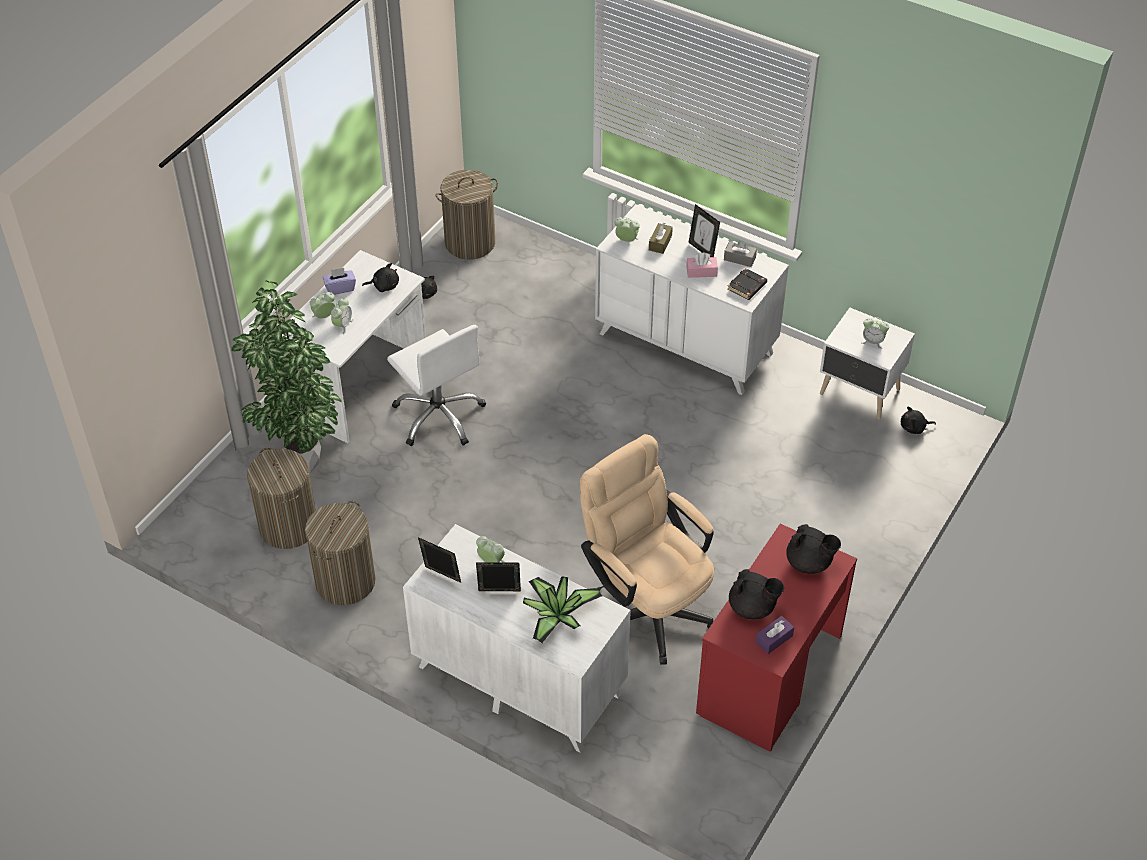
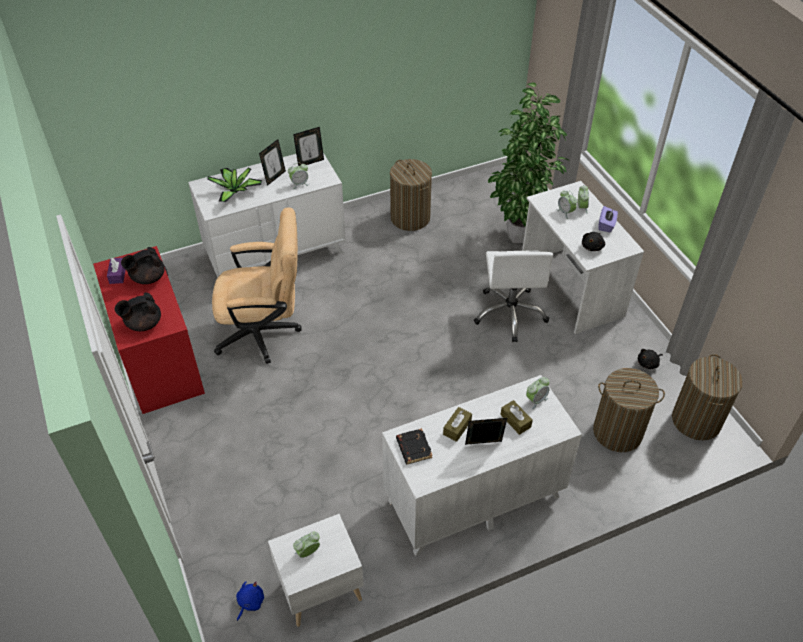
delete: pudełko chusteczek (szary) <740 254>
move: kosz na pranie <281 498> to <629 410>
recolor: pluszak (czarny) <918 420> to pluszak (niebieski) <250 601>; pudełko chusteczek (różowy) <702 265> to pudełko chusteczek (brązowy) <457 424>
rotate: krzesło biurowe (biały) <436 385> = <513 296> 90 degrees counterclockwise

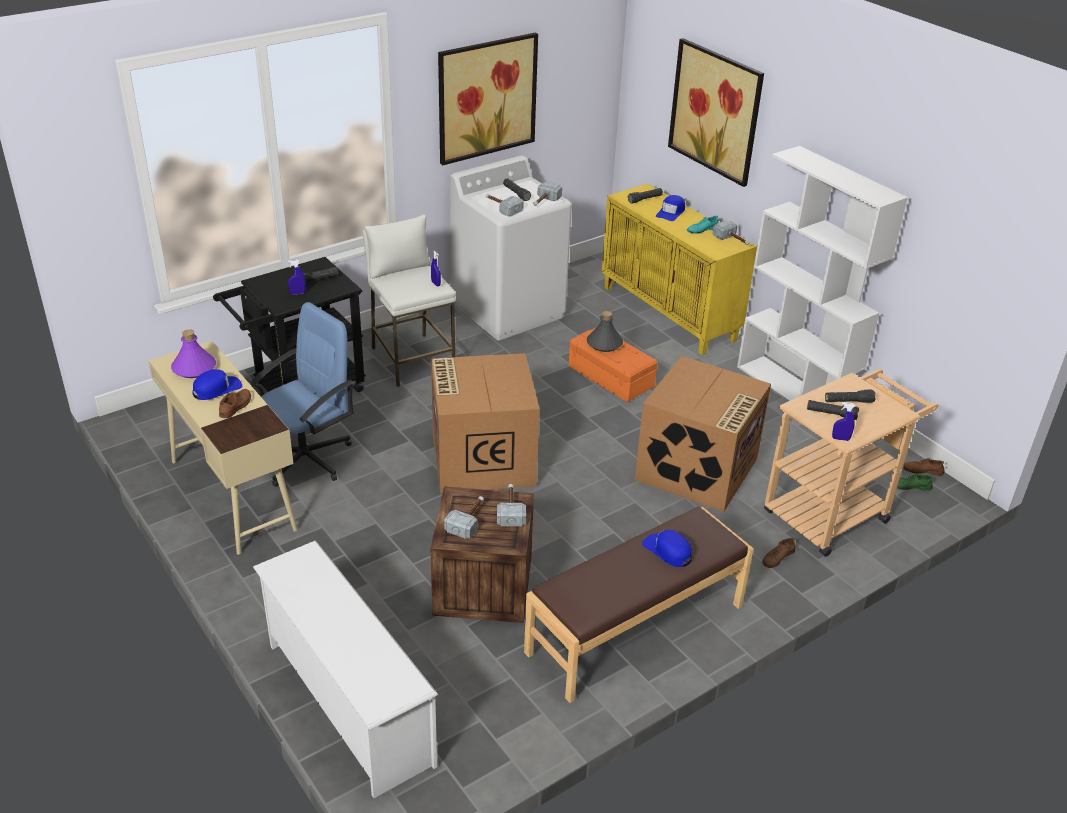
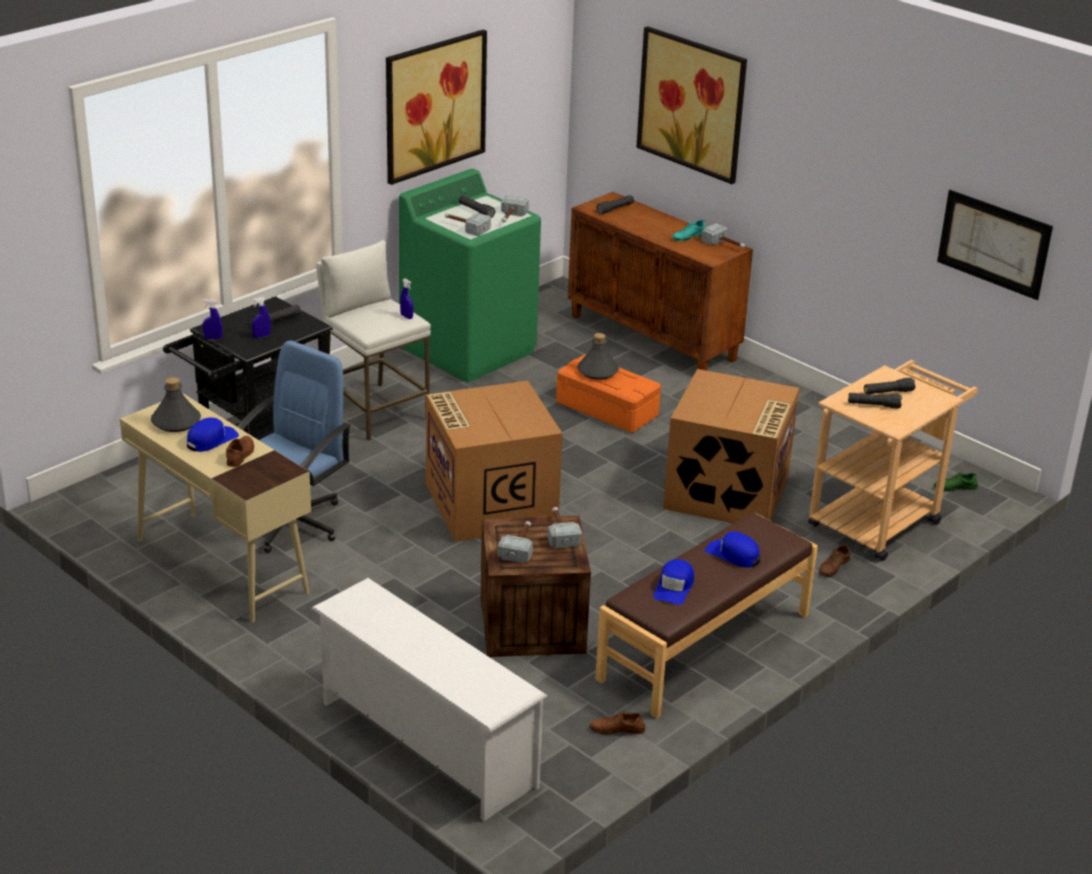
delete: regał (biały) <822 273>
insert: obraz <995 245>
move: spryskiwacz (niebieski) <843 421> to <212 319>; but (brązowy) <924 467> to <617 722>; czapka z daszkiem (niebieski) <670 208> to <673 582>
recolor: butelka (fioletowy) <193 353> to butelka (szary) <176 404>; pralka (biały) <511 247> to pralka (zielony) <470 275>; szafka (żółty) <679 269> to szafka (brązowy) <660 281>

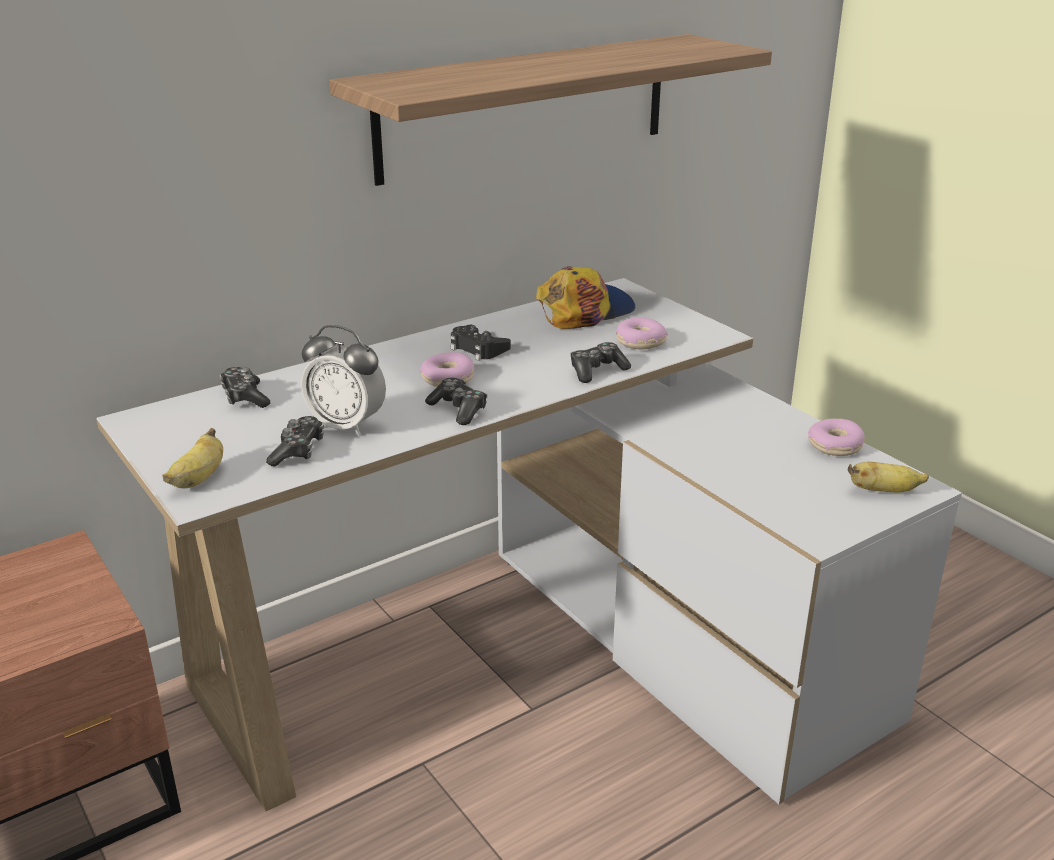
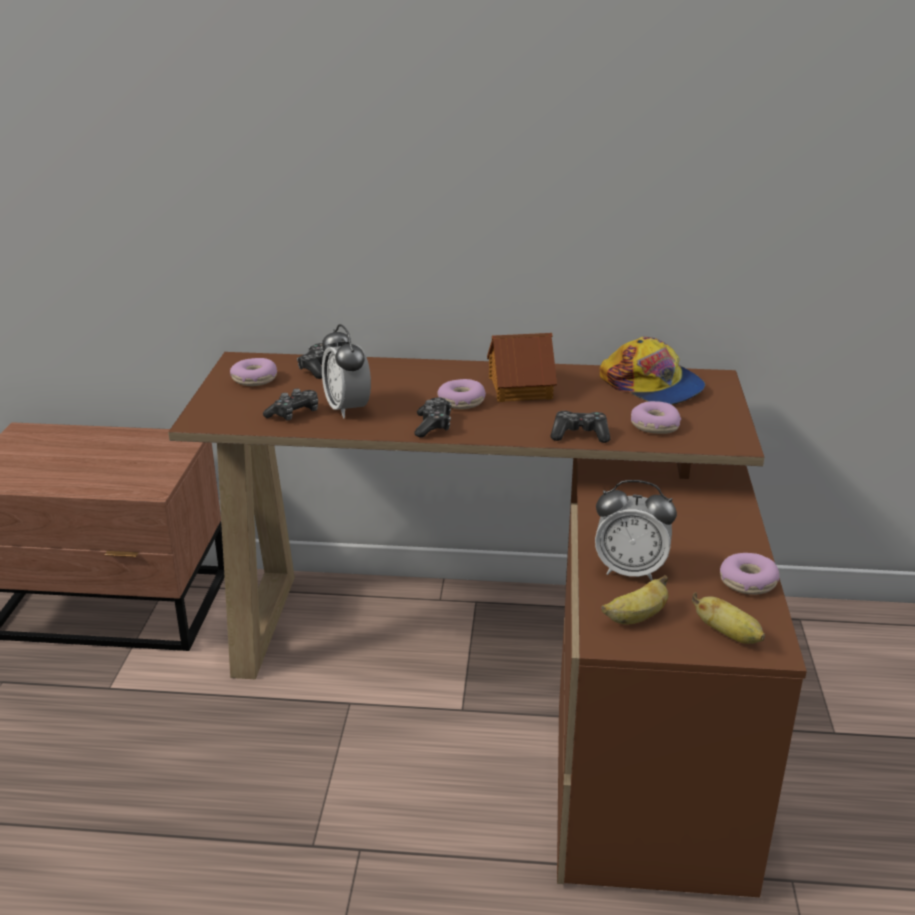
delete: półka <551 110>
insert: donut <253 372>; budzik <636 530>
move: banan <192 458> to <635 599>
replace: pad do gier (czarny) <480 343> to domek <522 367>
recolor: biurko (biały) <529 545> to biurko (brązowy) <487 624>
rotate: czapka z daszkiem <586 297> = <652 371> 45 degrees clockwise

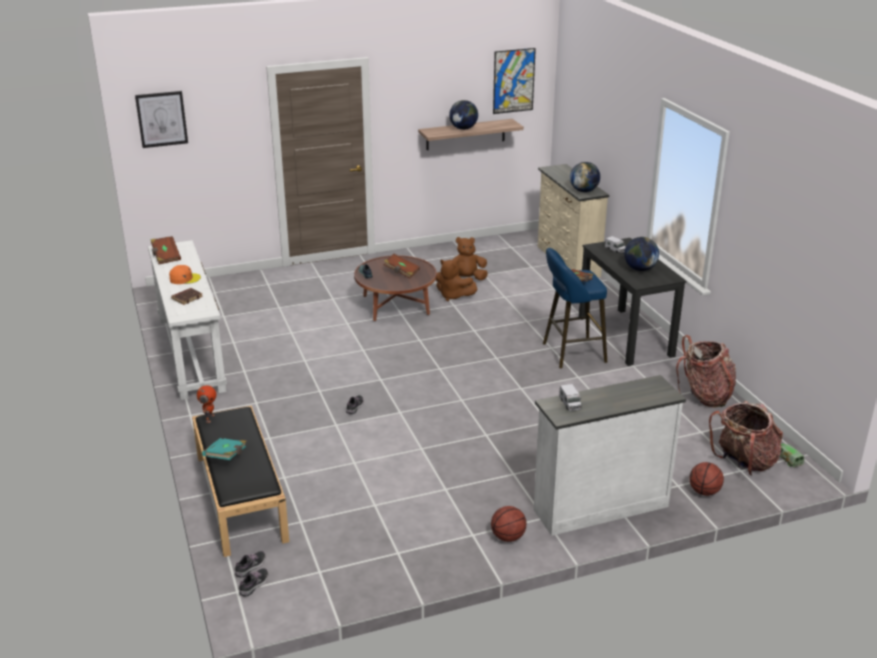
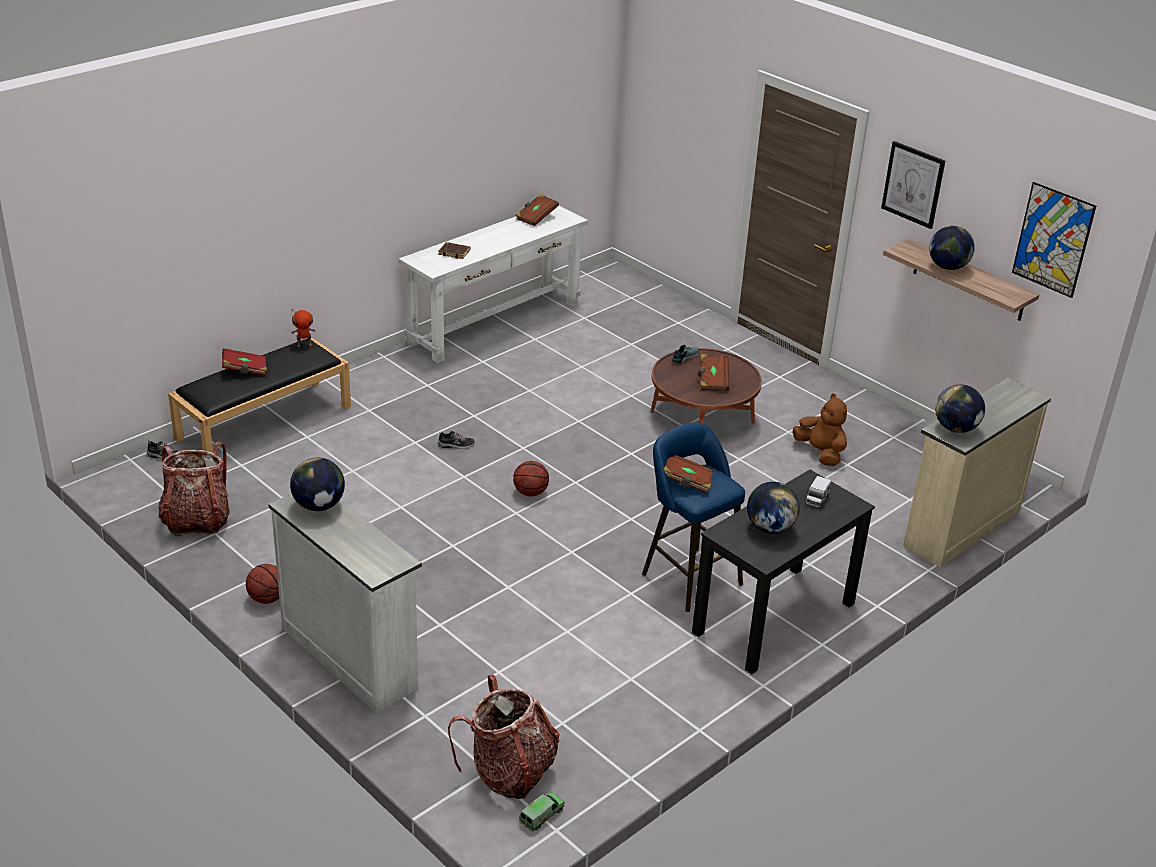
delete: czapka z daszkiem (pomarańczowy) <185 274>; but <253 582>; pluszak (brązowy) <456 280>
move: plecak <706 371> to <194 488>; piłka do koszykówki <706 479> to <531 479>; obraz <161 119> to <913 185>
replace: ciężarówka zabawkowa <570 397> to globus <317 484>
recolor: książka (turkusowy) <224 449> to książka (czerwony) <244 362>

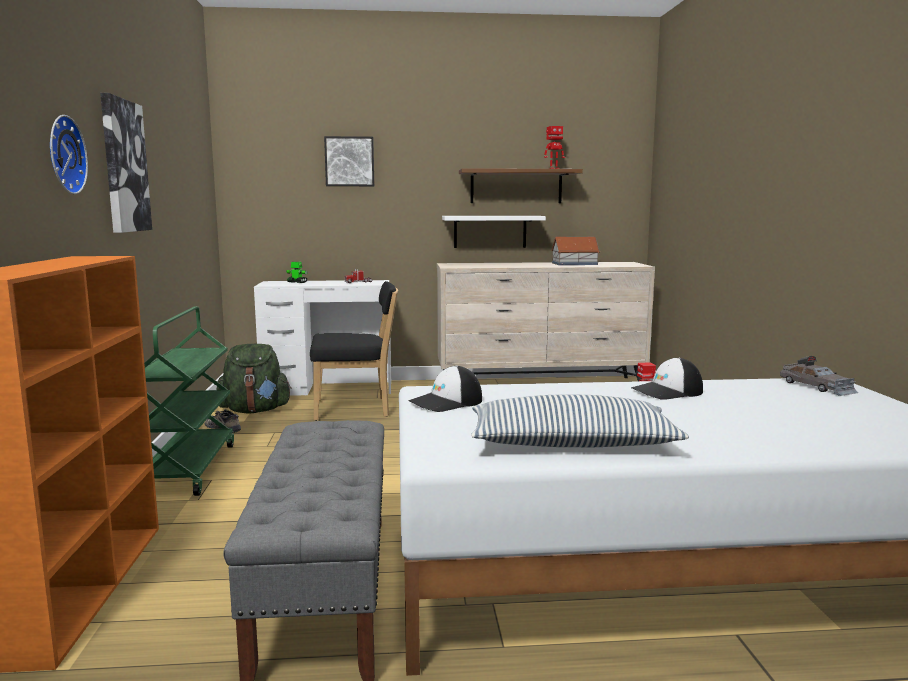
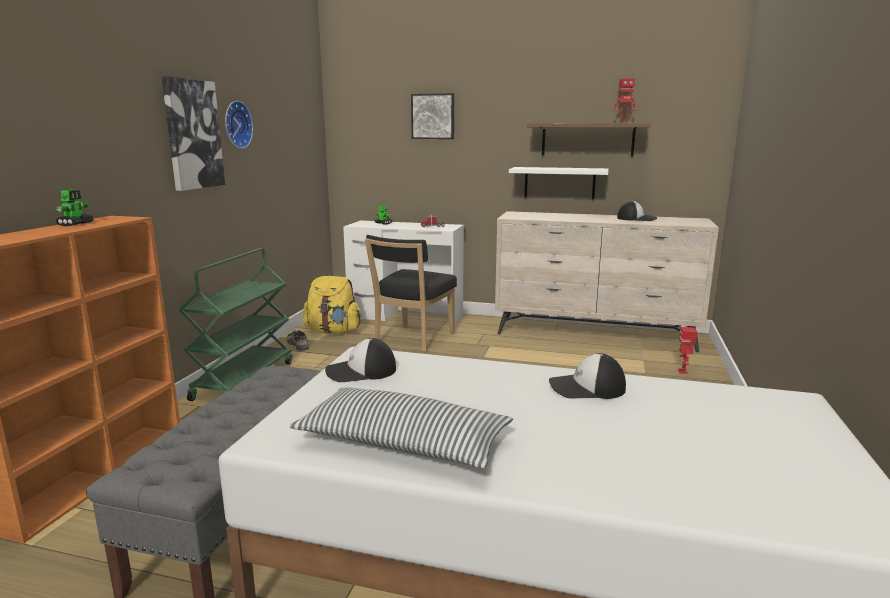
delete: samochodzik (szary) <819 376>
insert: robot zabawkowy <75 208>
move: zegar ścienny <69 154> to <239 125>
replace: domek <575 251> to czapka z daszkiem <637 211>
recolor: plecak (zielony) <254 379> to plecak (żółty) <332 305>
rotate: krzesło (czarny) <354 351> = <411 293> 105 degrees clockwise

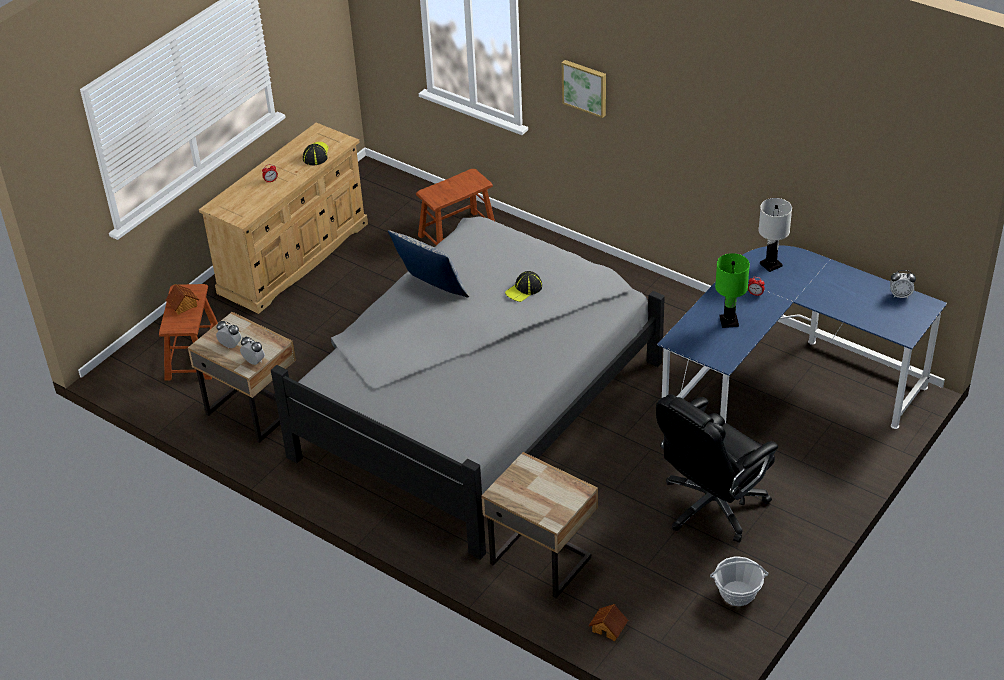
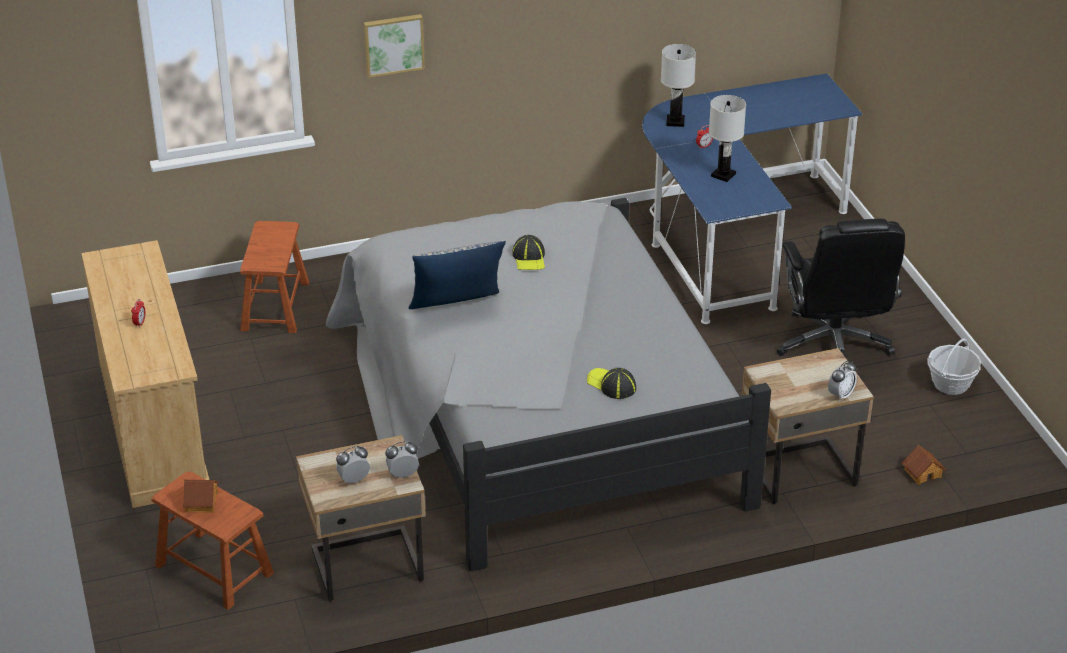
move: czapka z daszkiem <316 153> to <611 383>; budzik <903 284> to <842 381>
recolor: lampa stołowa (zielony) <732 290> to lampa stołowa (biały) <727 138>

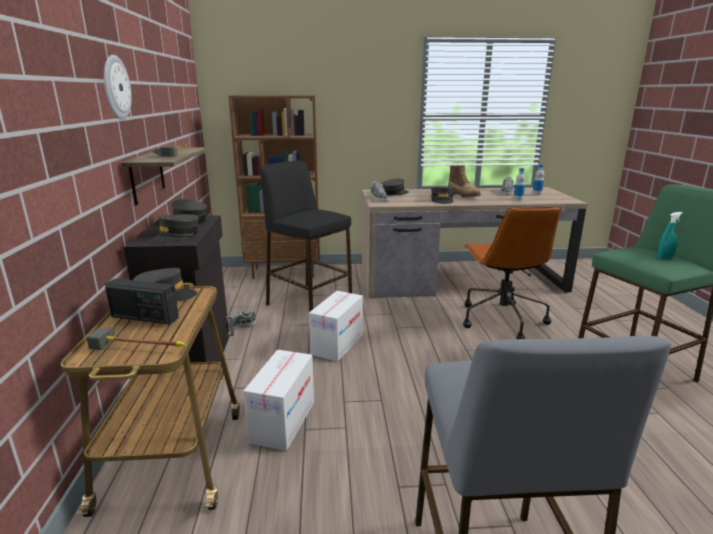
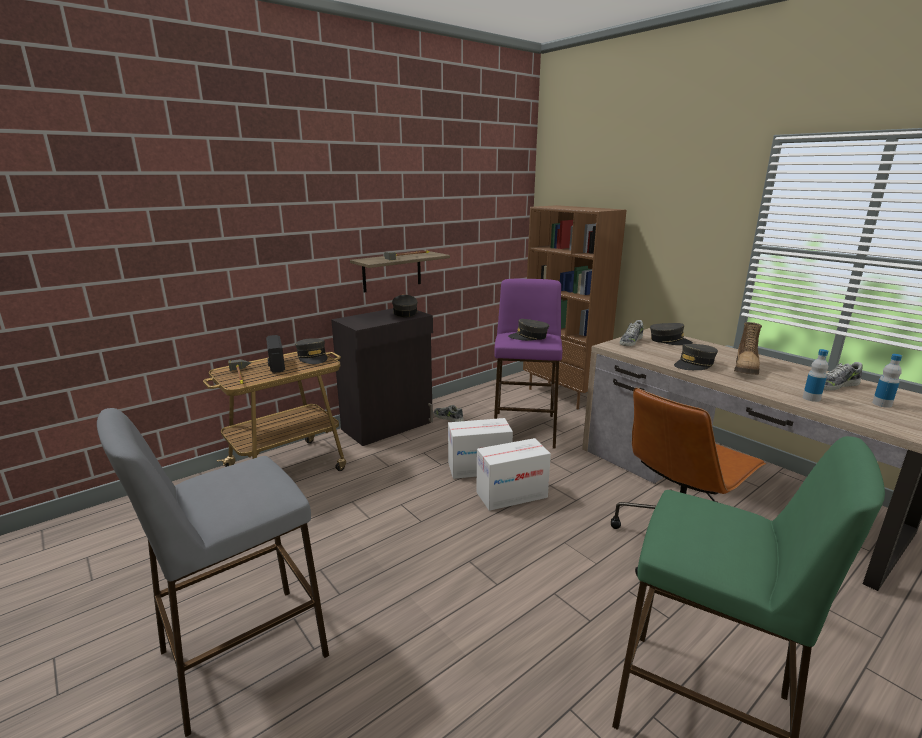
delete: zegar ścienny <118 87>; spryskiwacz (turkusowy) <670 235>
move: karton <278 400> to <513 474>; czapka z daszkiem (szary) <174 228> to <528 330>
recolor: stołek (czarny) <306 236> to stołek (fioletowy) <528 364>

